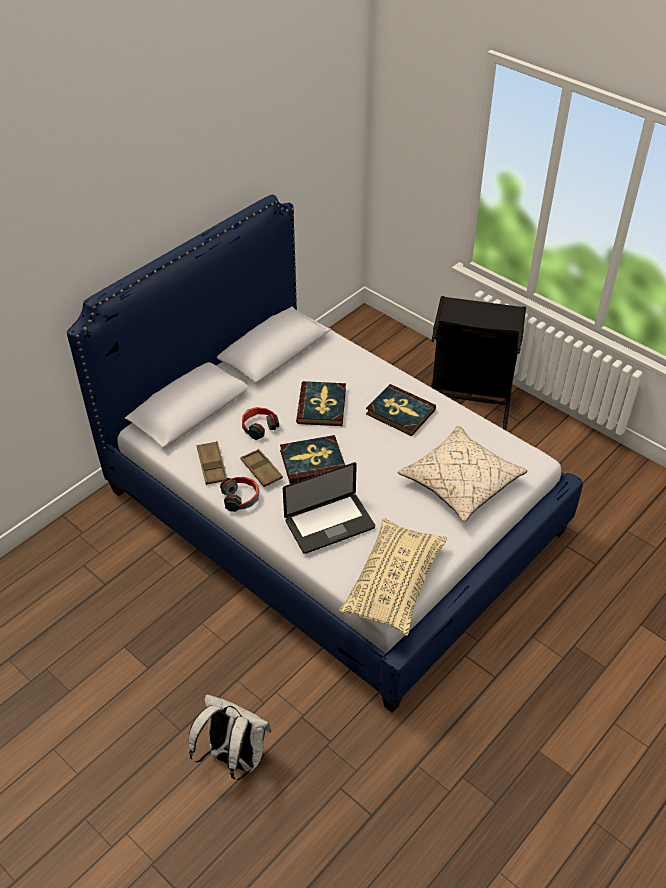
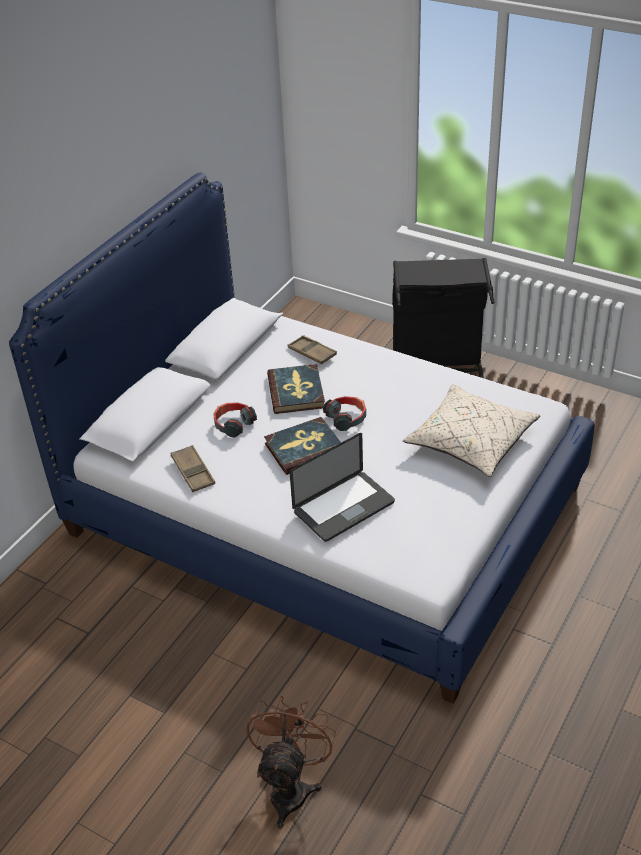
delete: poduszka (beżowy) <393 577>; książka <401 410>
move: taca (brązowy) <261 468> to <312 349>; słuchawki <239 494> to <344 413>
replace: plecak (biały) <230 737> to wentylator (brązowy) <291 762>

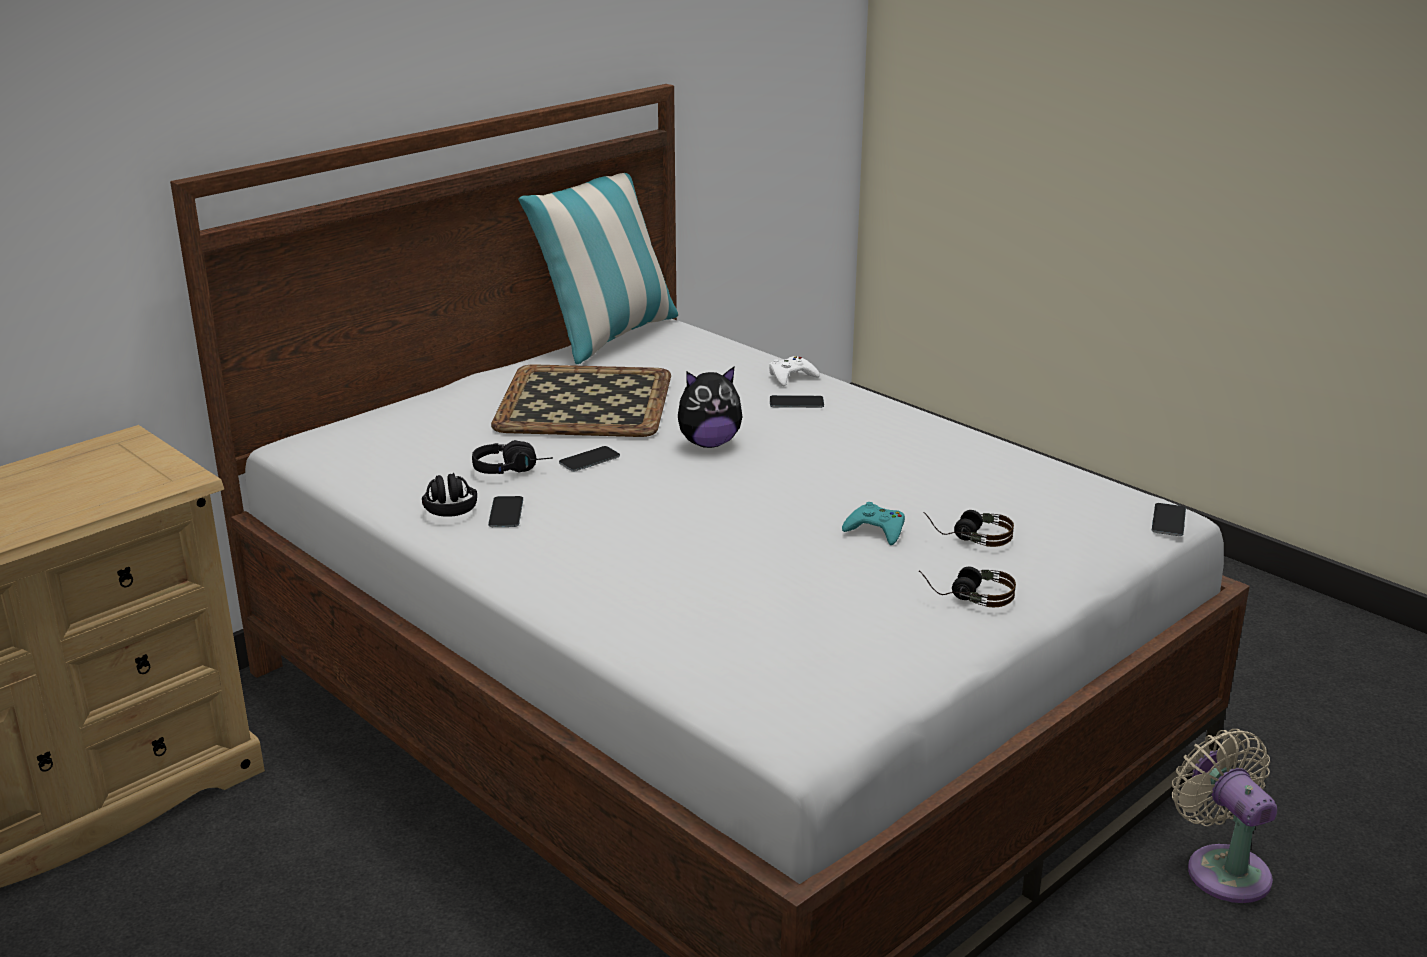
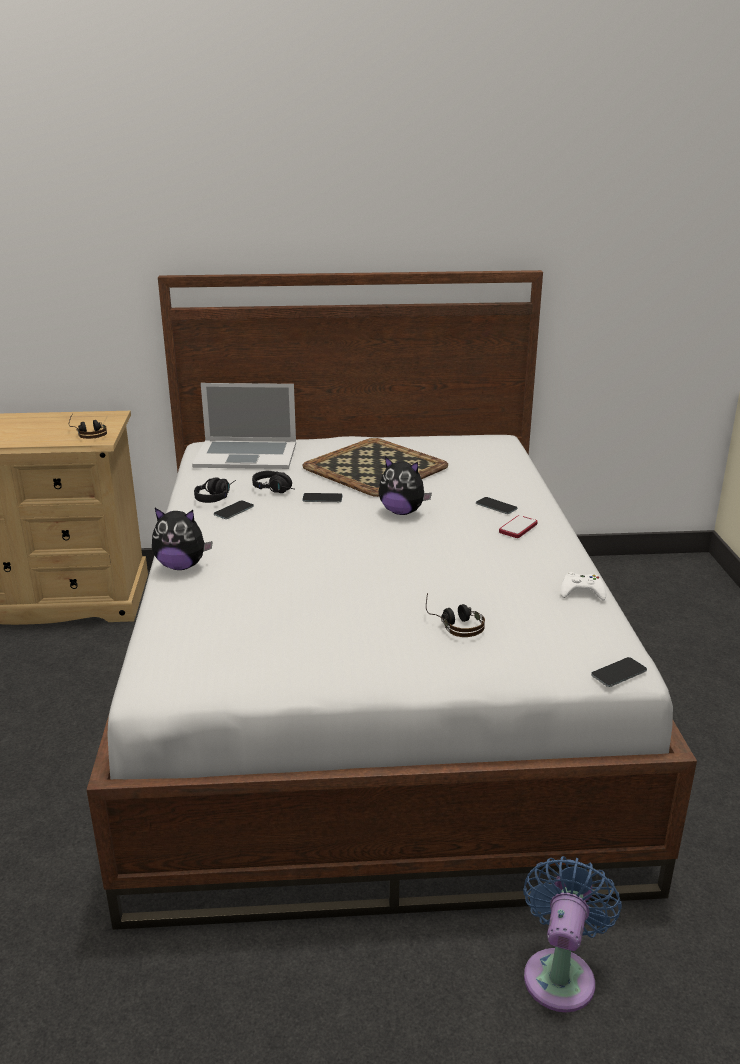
delete: poduszka <598 268>; pad do gier (turkusowy) <873 523>
insert: pluszak <182 539>; laptop <244 426>; telefon <518 526>
move: słuchawki <967 587> to <88 426>; pad do gier (biały) <794 371> to <584 586>
recolor: wentylator (beżowy) <1224 816> to wentylator (niebieski) <572 934>

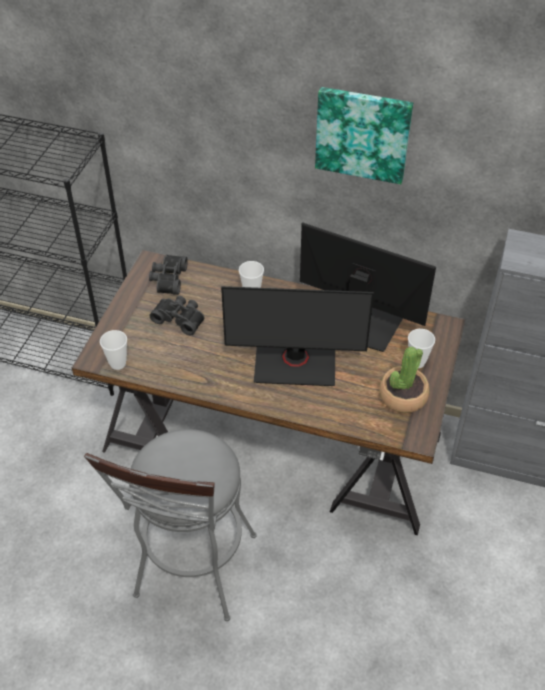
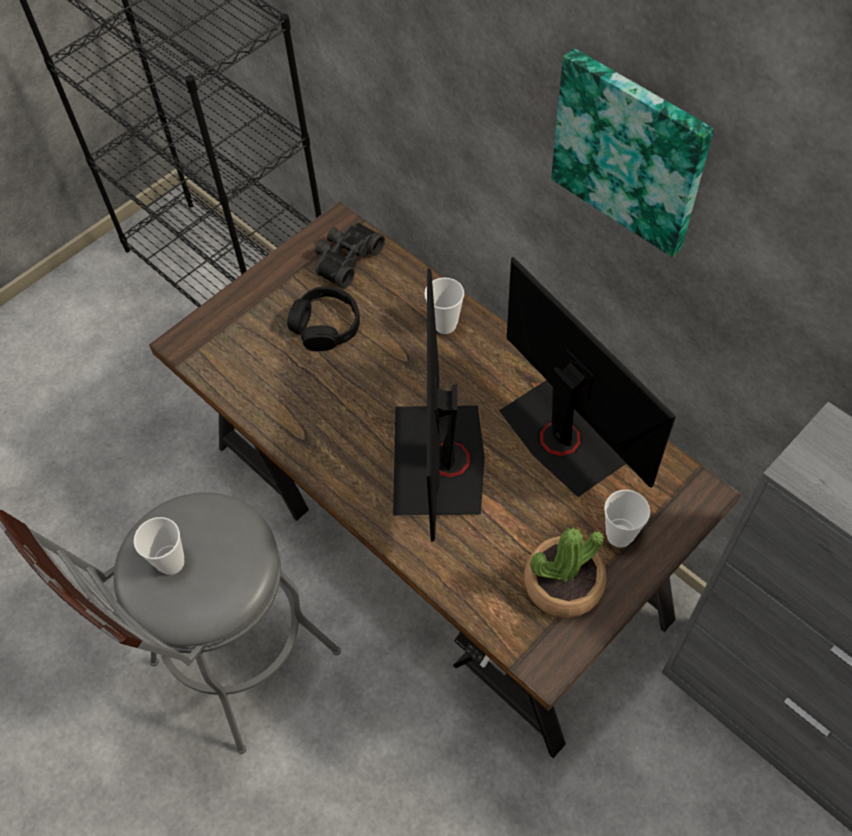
move: filiżanka <113 350> to <159 546>
replace: lornetka (czarny) <177 315> to słuchawki (czarny) <323 319>
rotate: monitor <297 336> = <439 405> 60 degrees clockwise

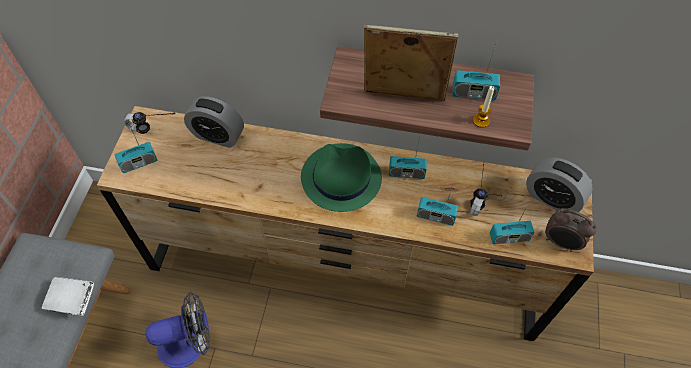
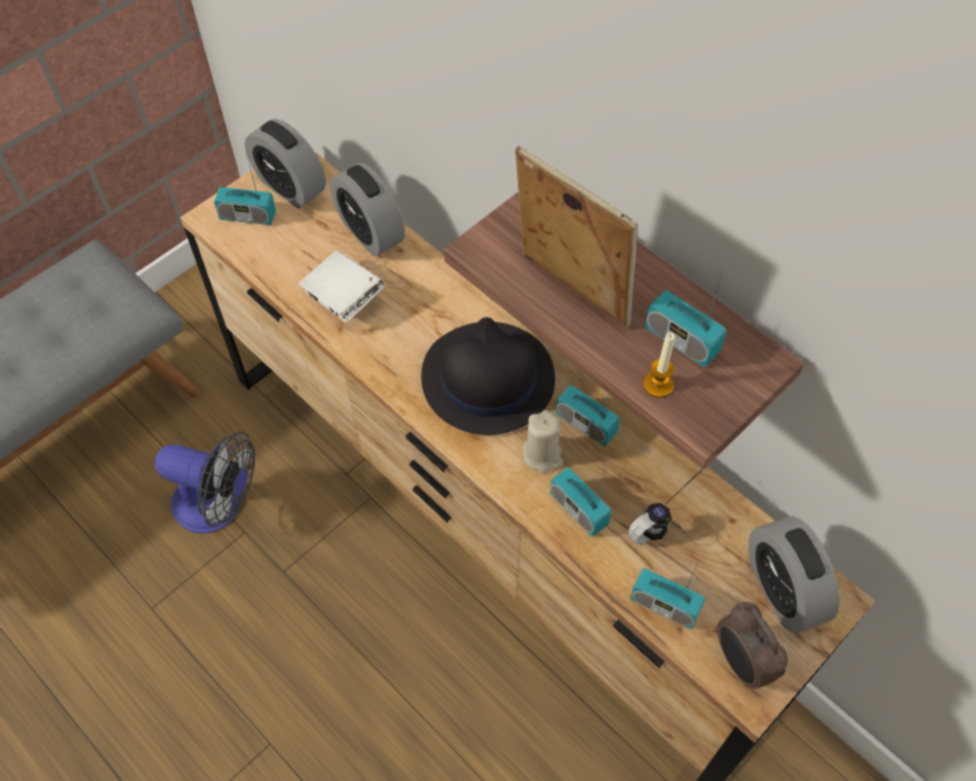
insert: świeca (beżowy) <543 442>
move: książka (biały) <68 296> to <342 286>
replace: słuchawki <150 123> to budzik <285 163>
recolor: kapelusz (zielony) <341 177> to kapelusz (czarny) <488 376>

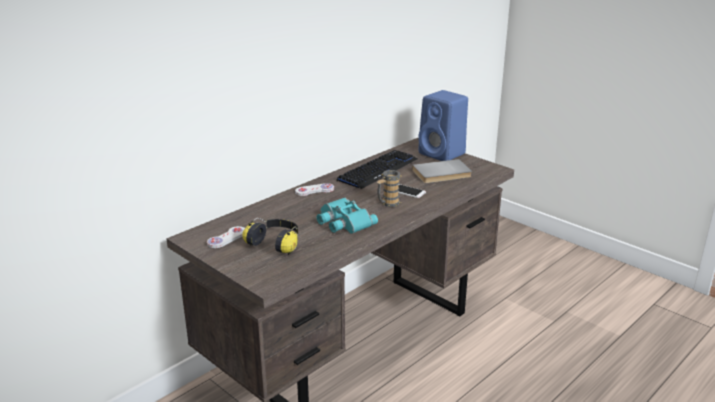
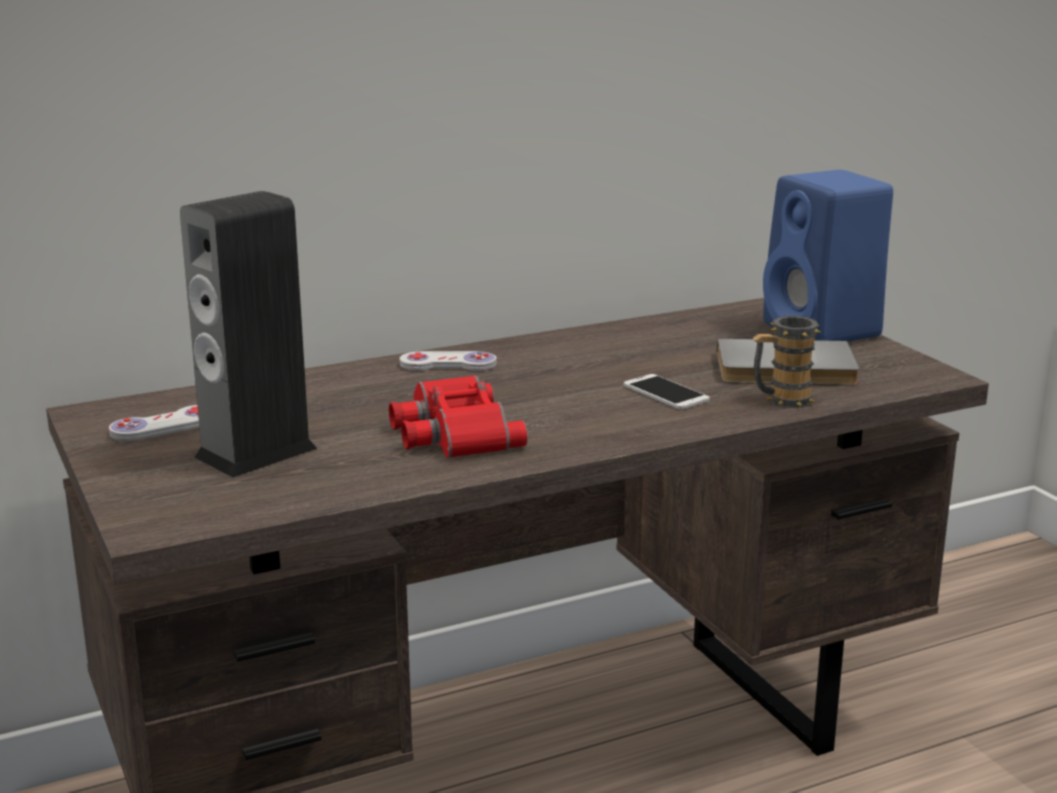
delete: klawiatura <376 169>
move: kubek <389 188> to <786 362>
replace: słuchawki <270 236> to głośnik <248 334>
recolor: lornetka (turkusowy) <347 215> to lornetka (czerwony) <458 416>

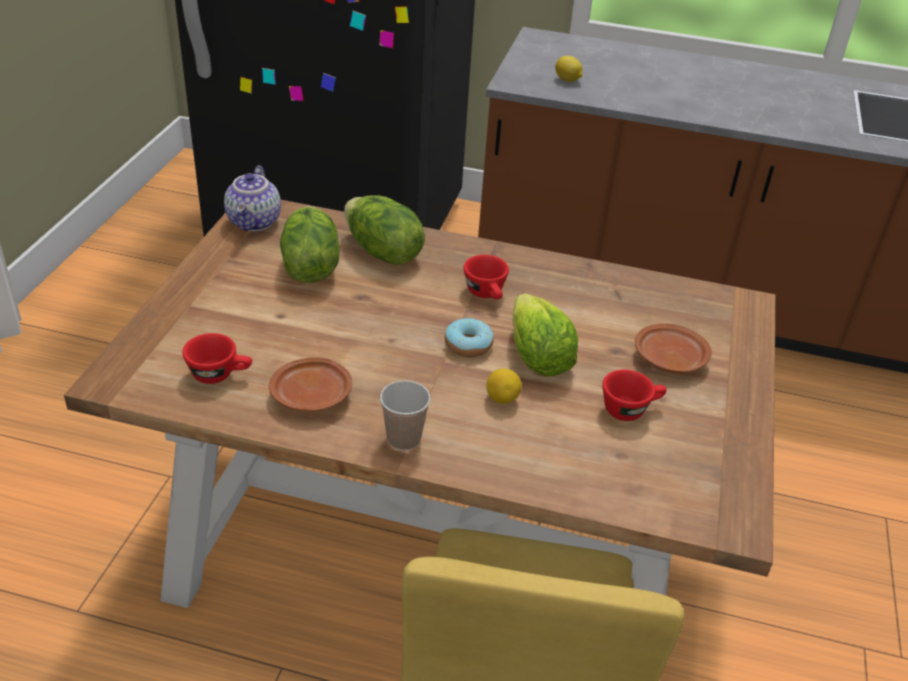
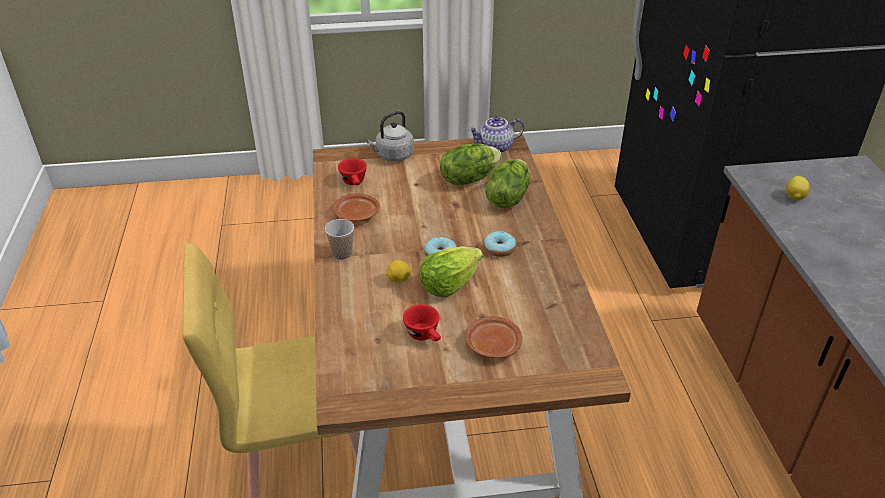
insert: czajnik (szary) <390 136>
replace: filiżanka (czerwony) <486 277> to donut <500 244>

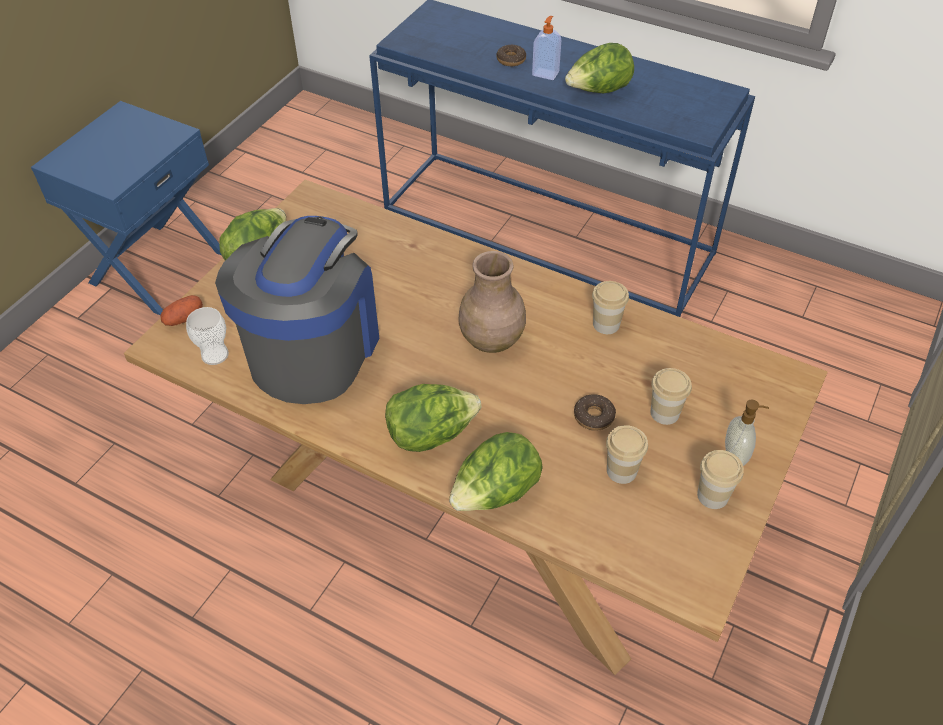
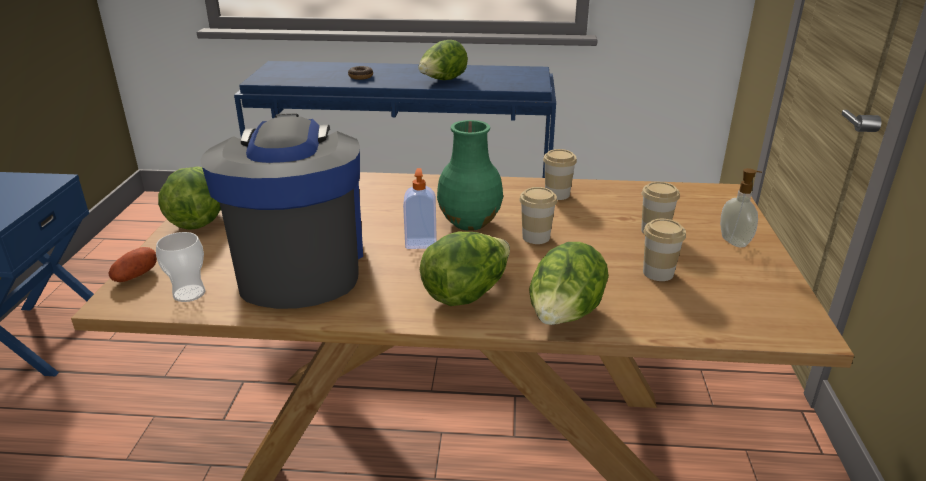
delete: donut <595 412>
move: dozownik mydła <546 48> to <420 208>; filiżanka <720 479> to <538 215>
recolor: wazon (brązowy) <492 302> to wazon (zielony) <470 175>

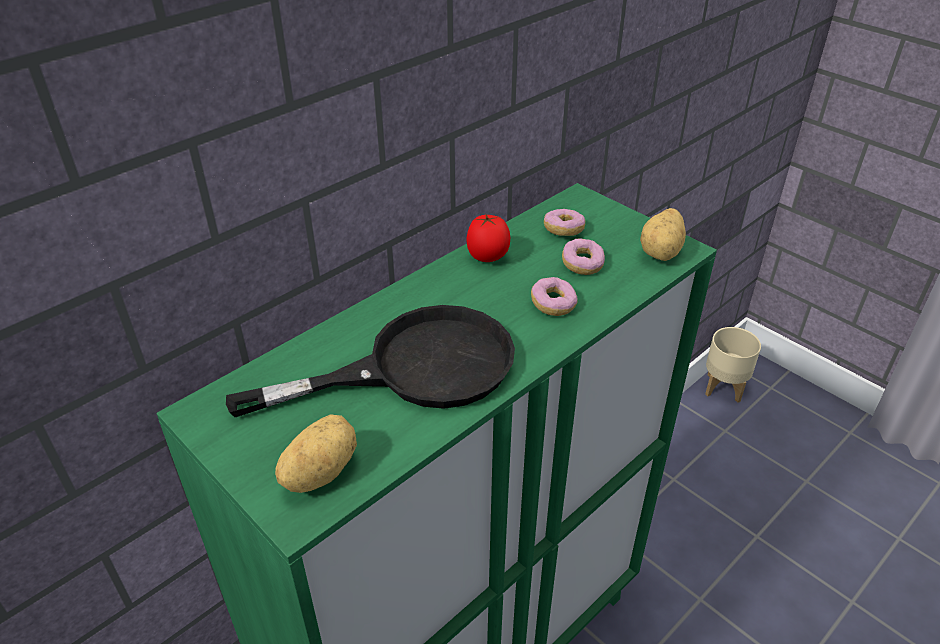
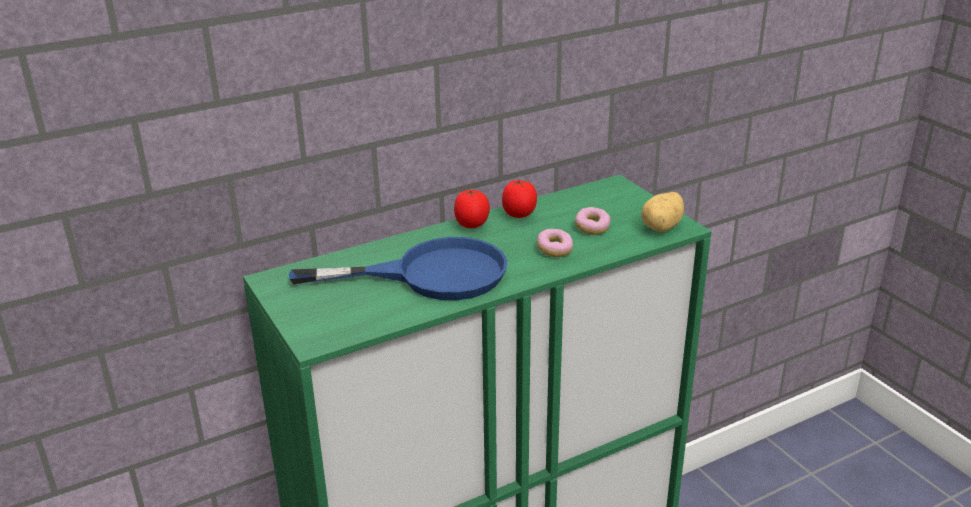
delete: ziemniak <316 453>; donut <564 222>; donica (beżowy) <733 365>
insert: pomidor <472 208>
recolor: patelnia (czarny) <370 361> to patelnia (niebieski) <398 268>

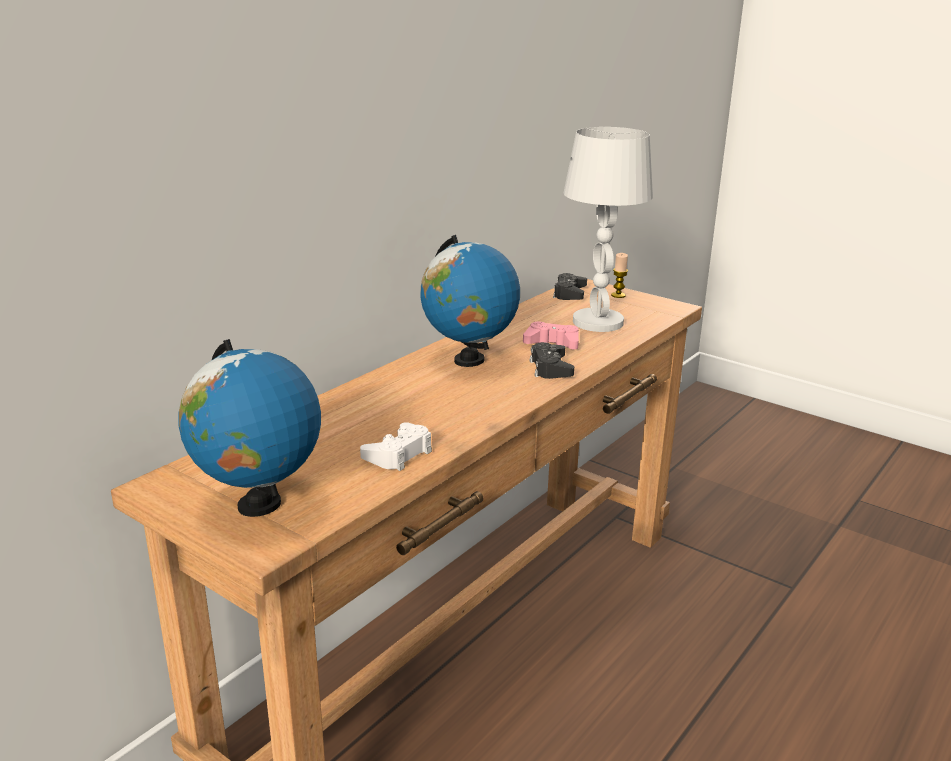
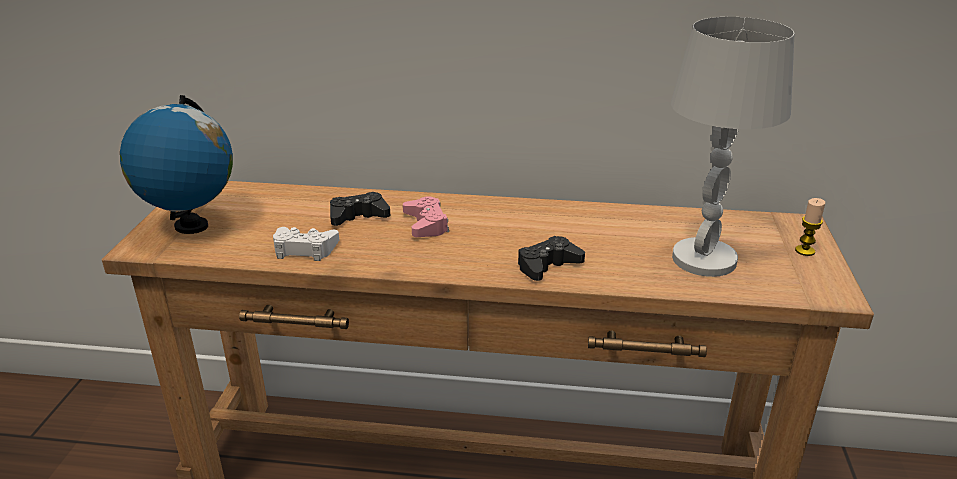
delete: globus <470 301>
move: pad do gier (czarny) <570 286> to <360 209>; pad do gier (różowy) <551 335> to <426 216>

